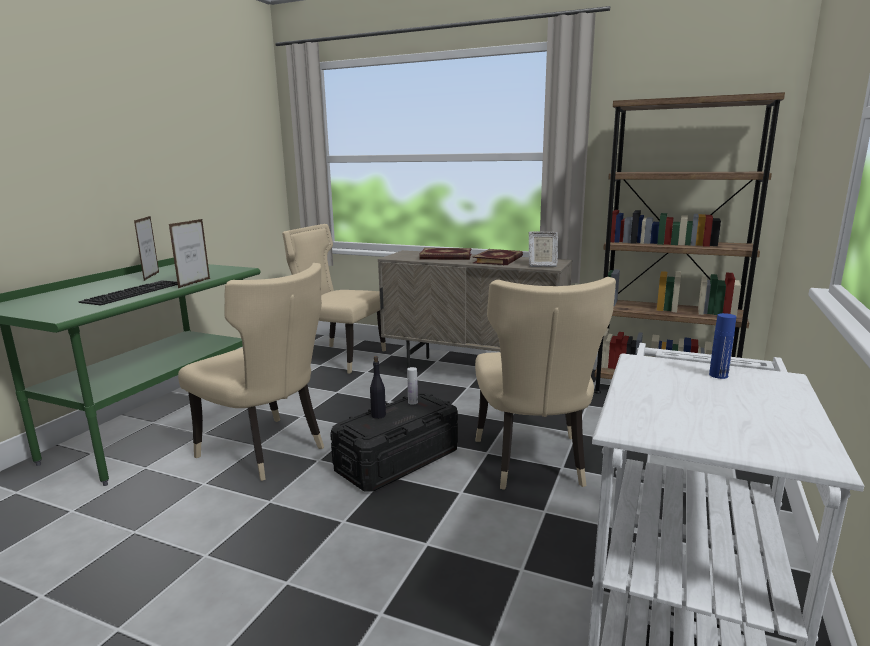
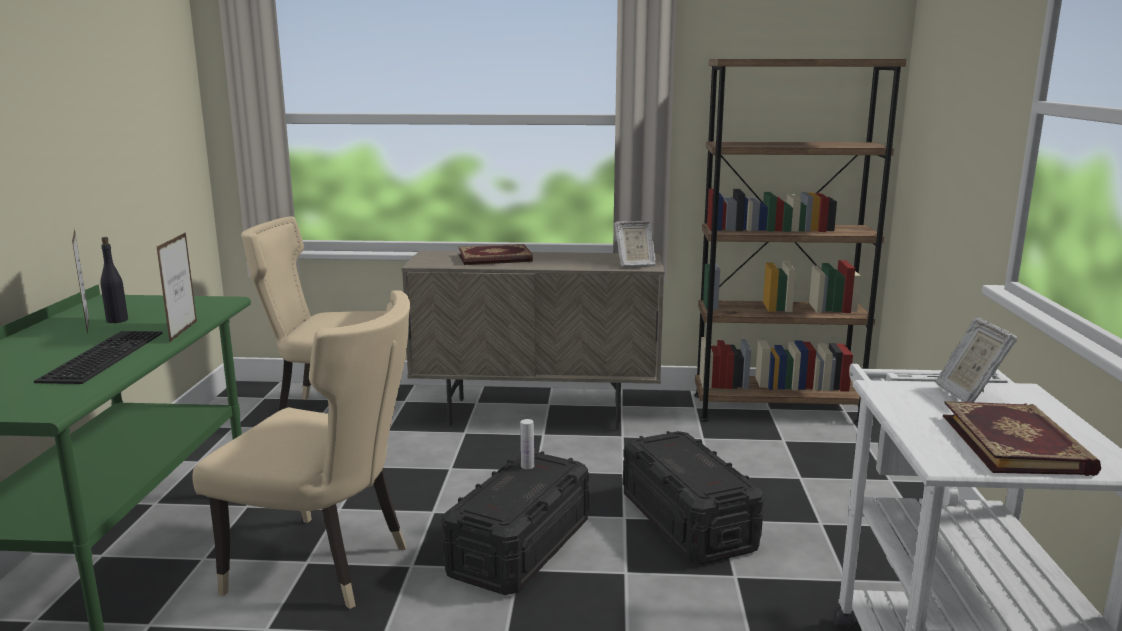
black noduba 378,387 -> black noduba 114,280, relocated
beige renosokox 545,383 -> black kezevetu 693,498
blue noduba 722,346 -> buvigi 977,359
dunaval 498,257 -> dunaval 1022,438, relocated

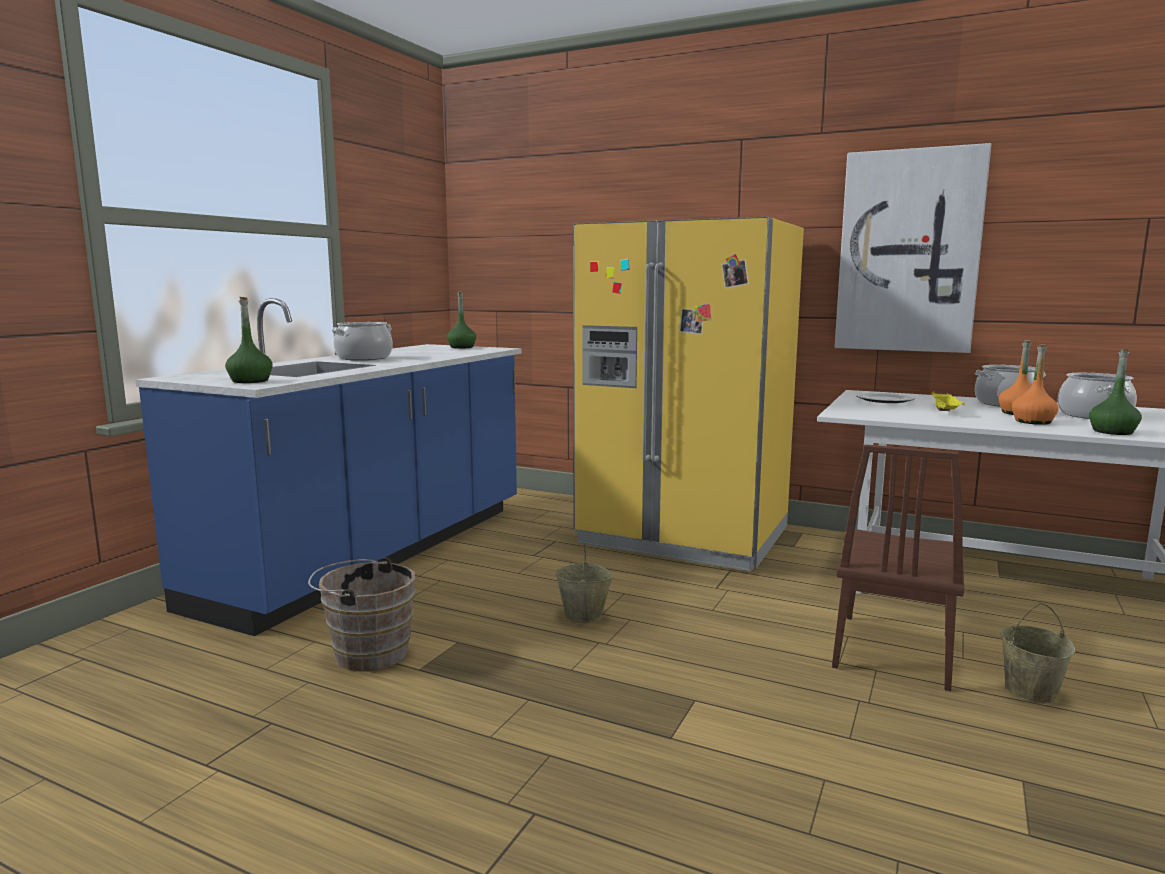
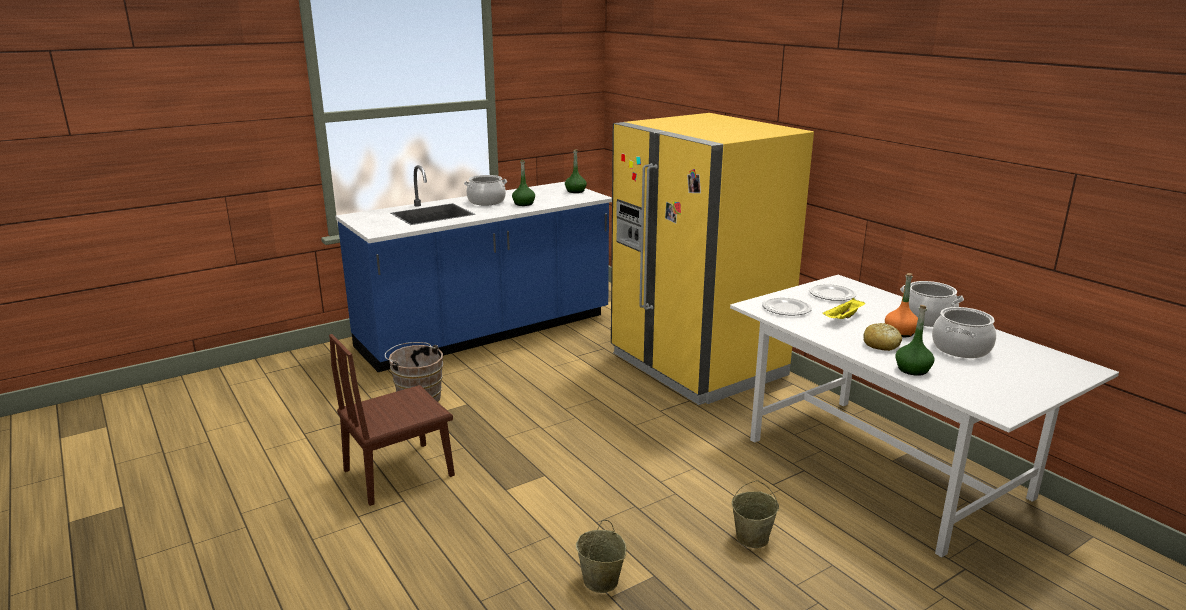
brown renosokox 898,568 -> brown renosokox 392,420, relocated
green noduba 249,340 -> green noduba 523,183, relocated
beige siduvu 584,582 -> beige siduvu 601,556, relocated
none -> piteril 787,306
orange noduba 1035,384 -> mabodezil 882,337
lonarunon 913,248 -> none

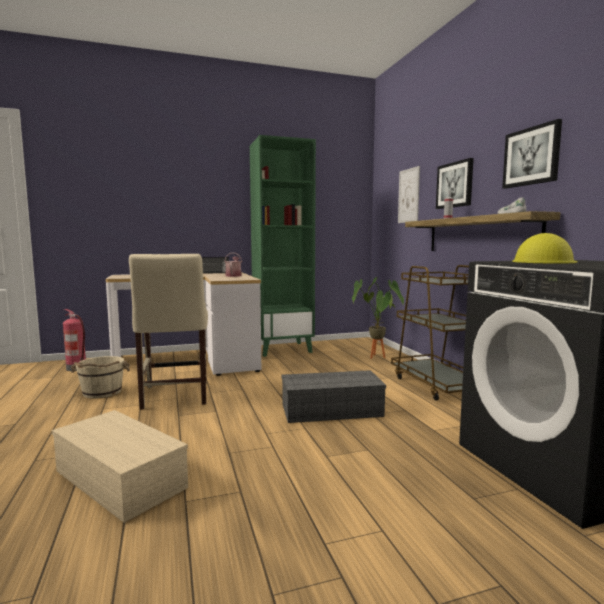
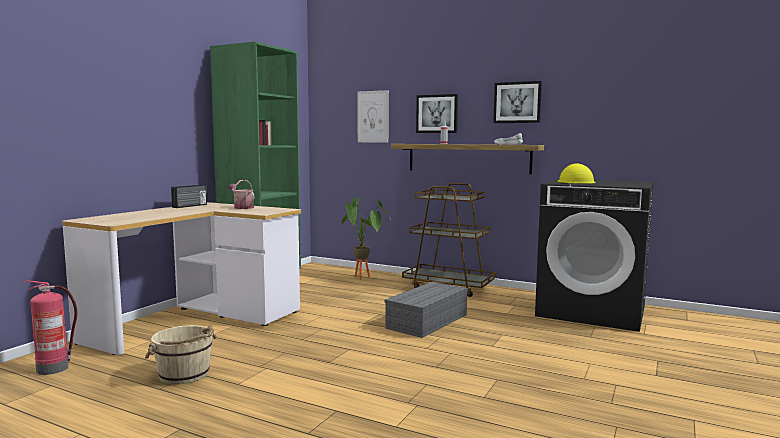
beige kezevetu 120,466 -> none
beige renosokox 168,332 -> none

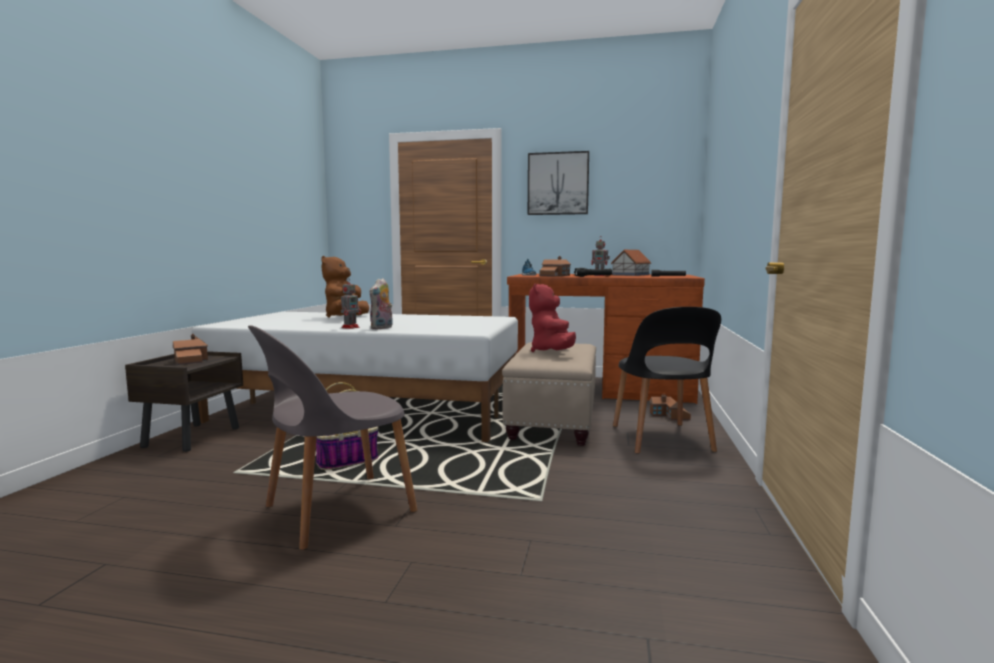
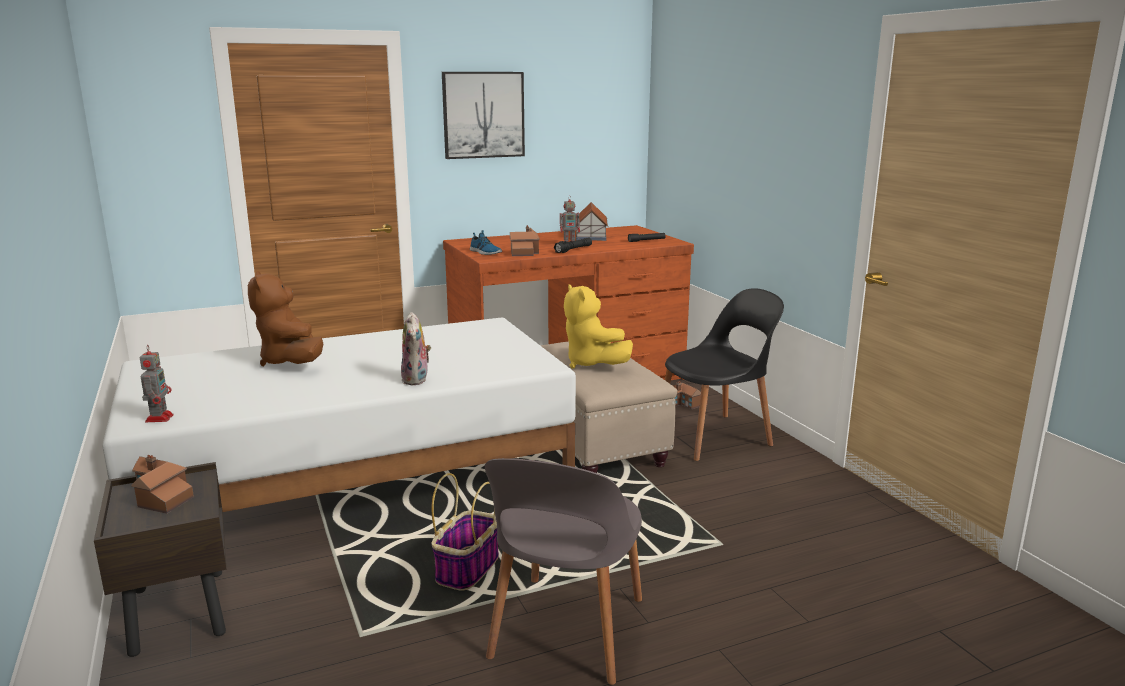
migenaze 351,303 -> migenaze 157,383, relocated
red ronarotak 552,318 -> yellow ronarotak 598,326
black renosokox 667,380 -> black renosokox 724,374, 75 degrees counterclockwise

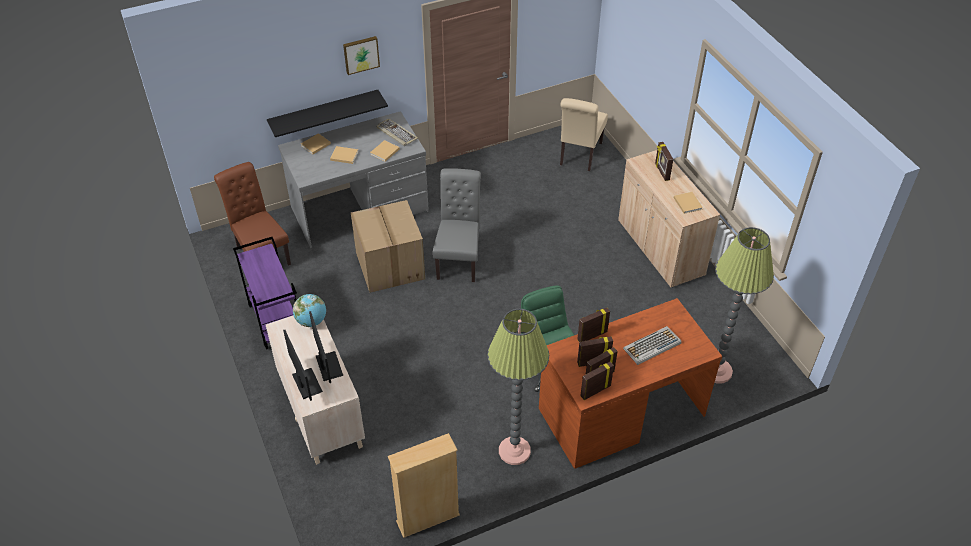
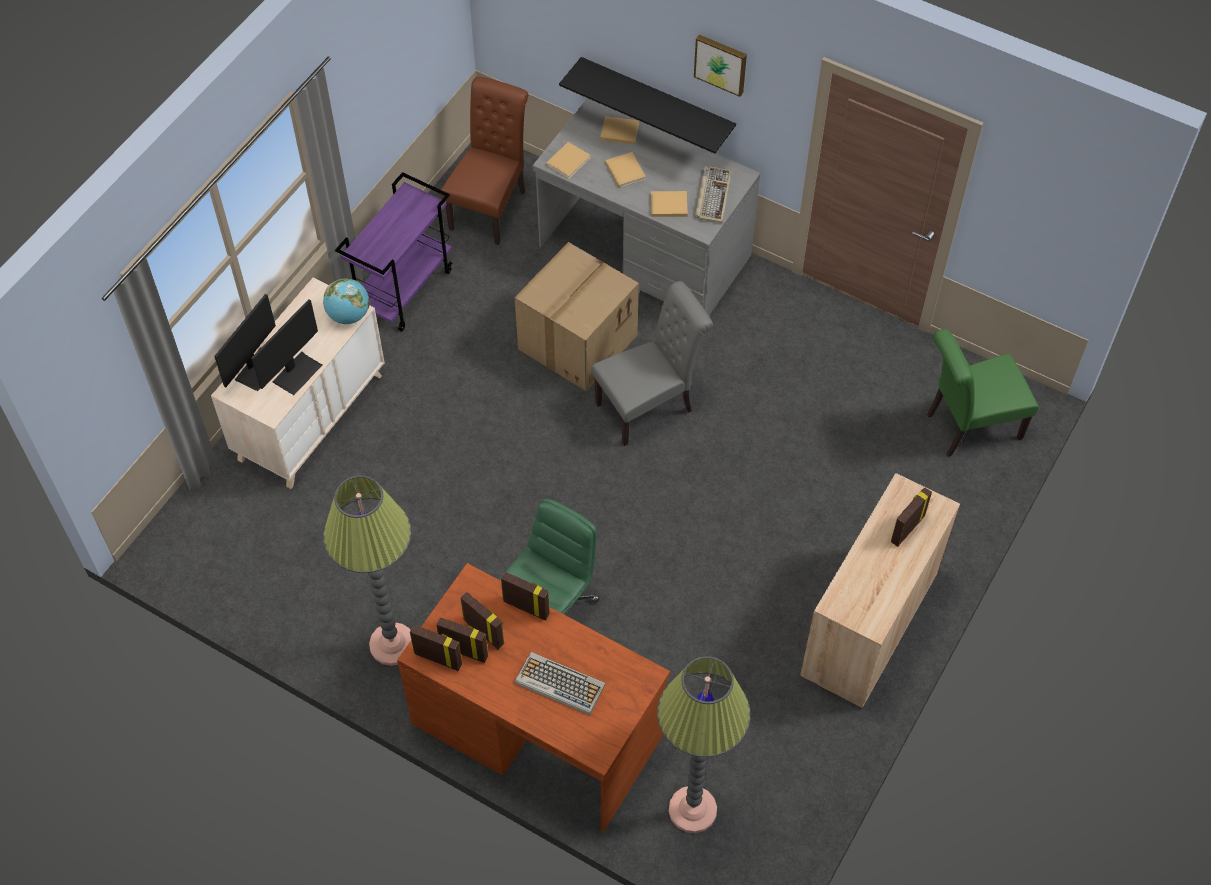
beige dunaval 688,203 -> beige dunaval 568,160, relocated
beige renosokox 584,134 -> green renosokox 983,393
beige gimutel 424,485 -> none

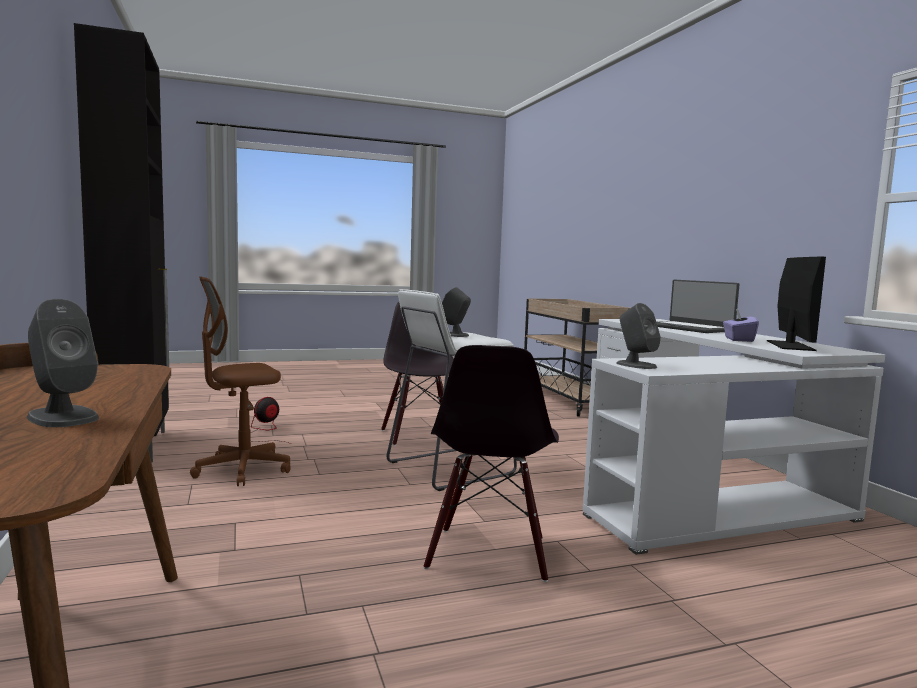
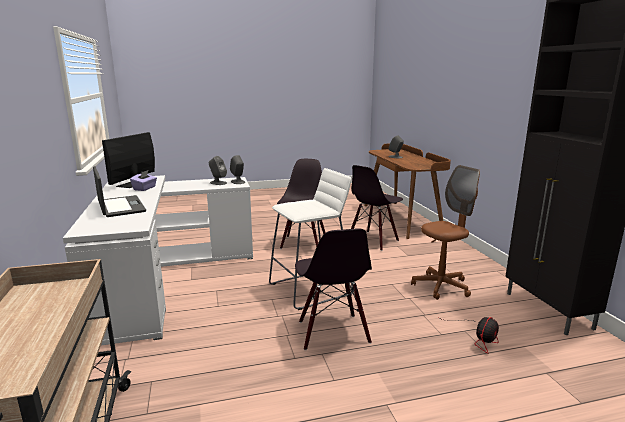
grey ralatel 456,312 -> grey ralatel 218,170, relocated
none -> black renosokox 377,208

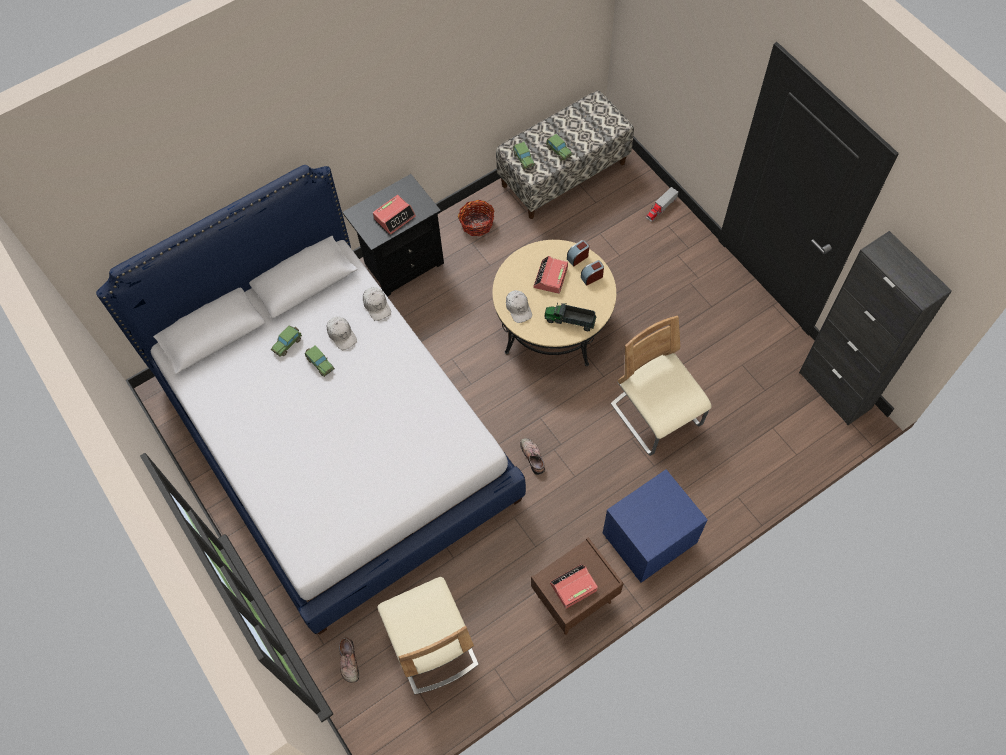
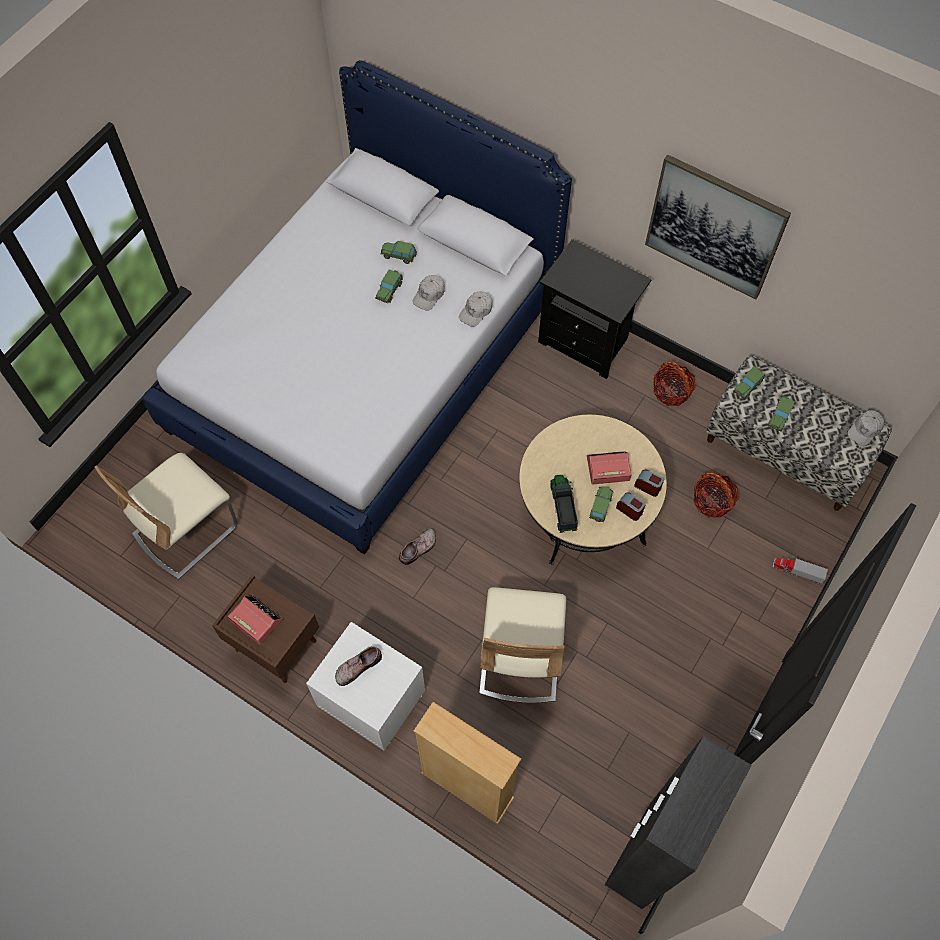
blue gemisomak 655,526 -> white gemisomak 365,686
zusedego 349,660 -> zusedego 358,666, relocated
none -> beige gimutel 467,763
beige renosokox 661,386 -> beige renosokox 522,645, 150 degrees clockwise
none -> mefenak 601,504
none -> lonarunon 718,227
none -> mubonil 716,494
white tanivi 519,306 -> white tanivi 865,428, relocated
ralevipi 394,215 -> none

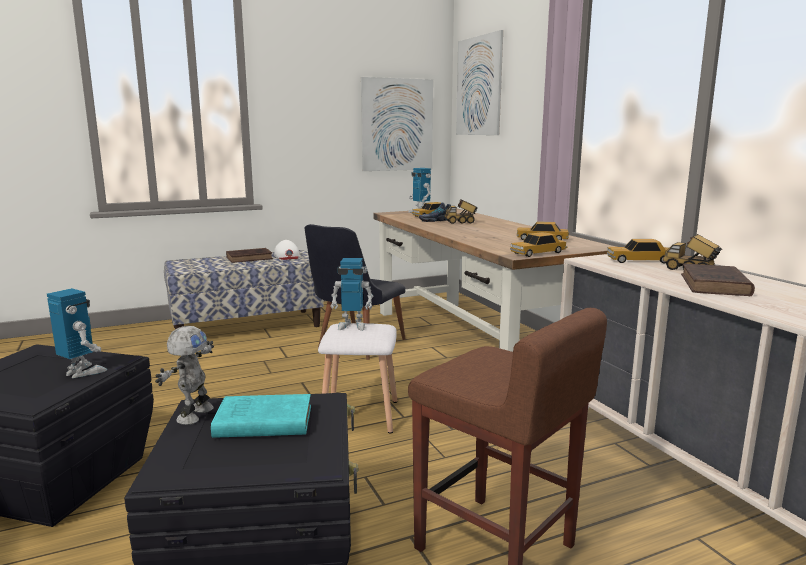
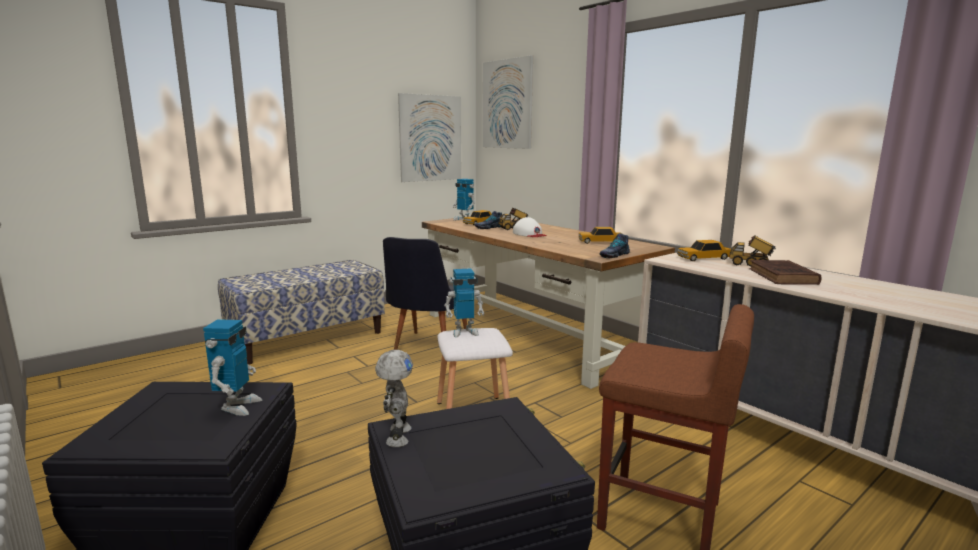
migenaze 77,333 -> migenaze 232,367, 75 degrees clockwise
white tanivi 287,250 -> white tanivi 530,227, relocated
mefenak 538,244 -> zusedego 615,246
turquoise dunaval 261,416 -> none
brown dunaval 249,255 -> none

